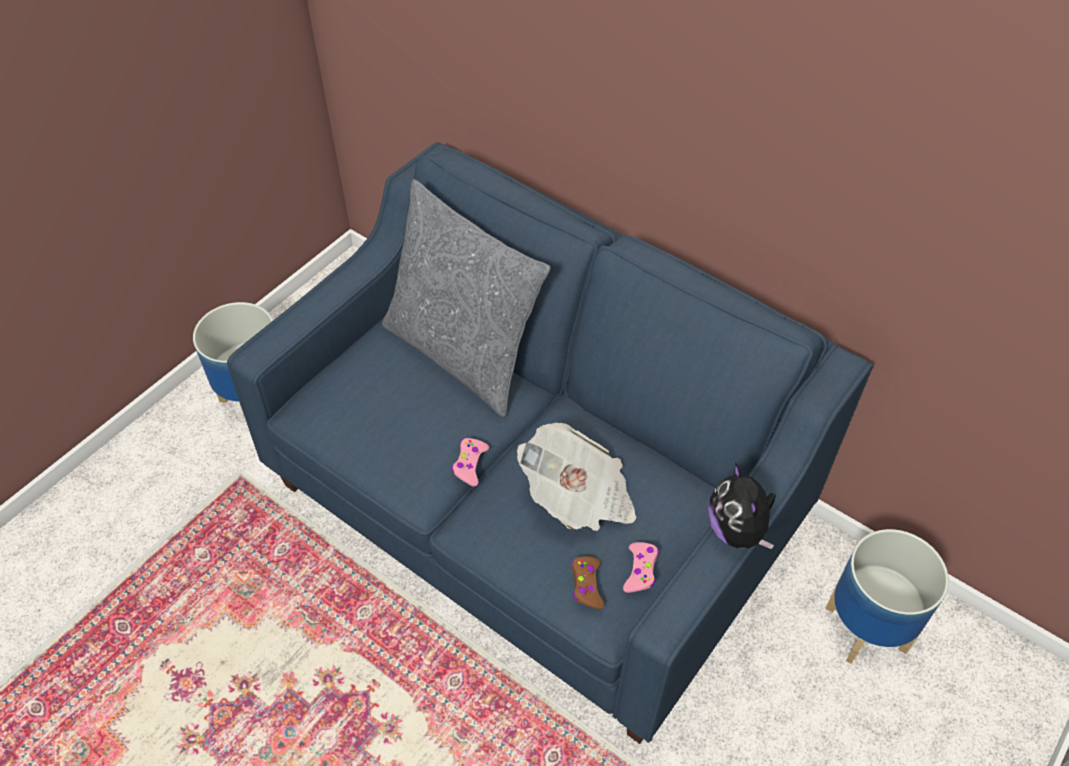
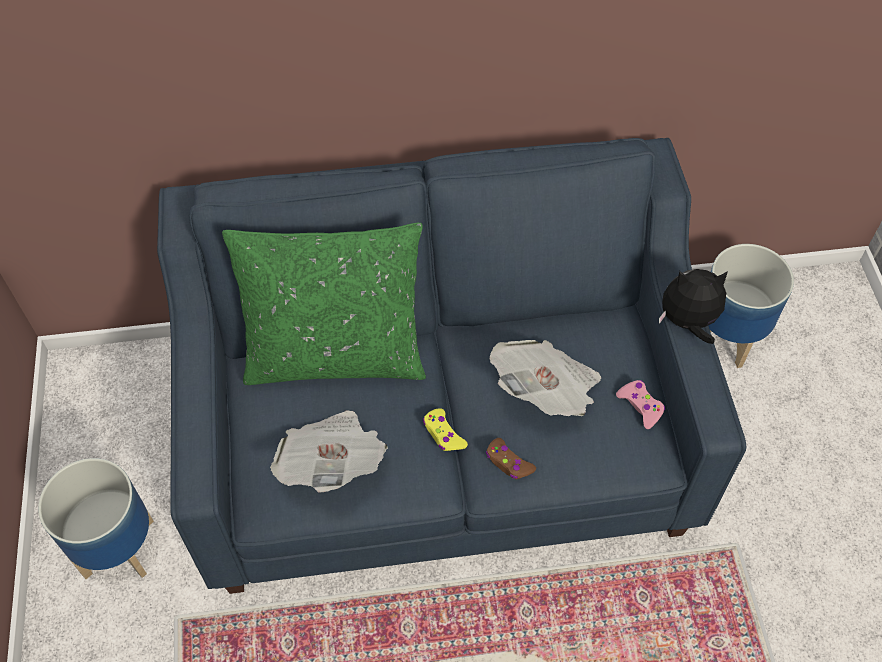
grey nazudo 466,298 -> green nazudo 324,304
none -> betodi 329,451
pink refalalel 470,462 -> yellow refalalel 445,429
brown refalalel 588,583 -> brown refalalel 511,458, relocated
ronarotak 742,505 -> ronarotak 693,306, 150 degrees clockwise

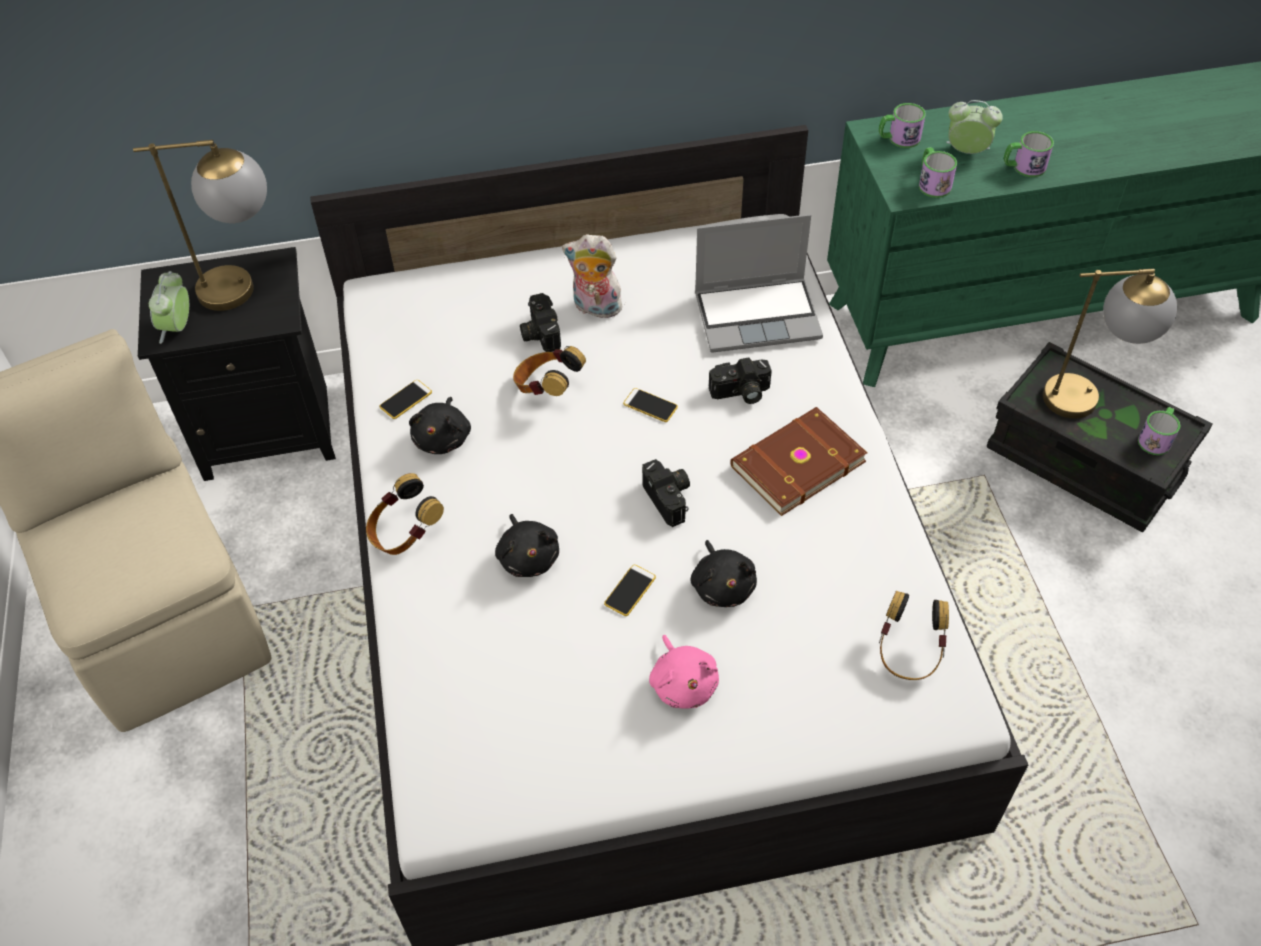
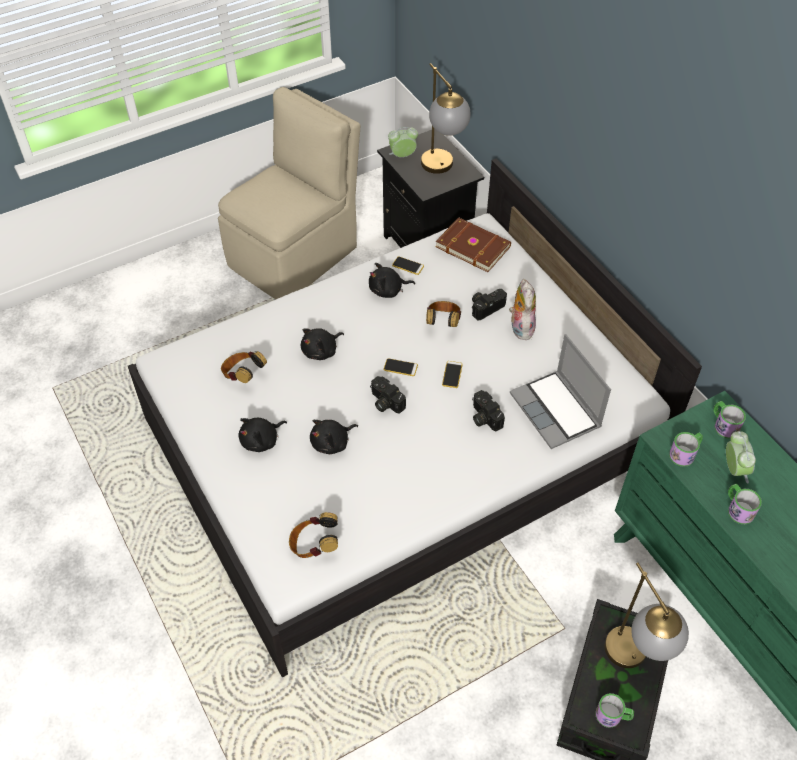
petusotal 405,514 -> petusotal 244,367, relocated
pink ronarotak 684,672 -> black ronarotak 262,435
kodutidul 666,493 -> kodutidul 388,395, 90 degrees clockwise
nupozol 630,590 -> nupozol 400,367, relocated
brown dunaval 799,461 -> brown dunaval 473,244, relocated

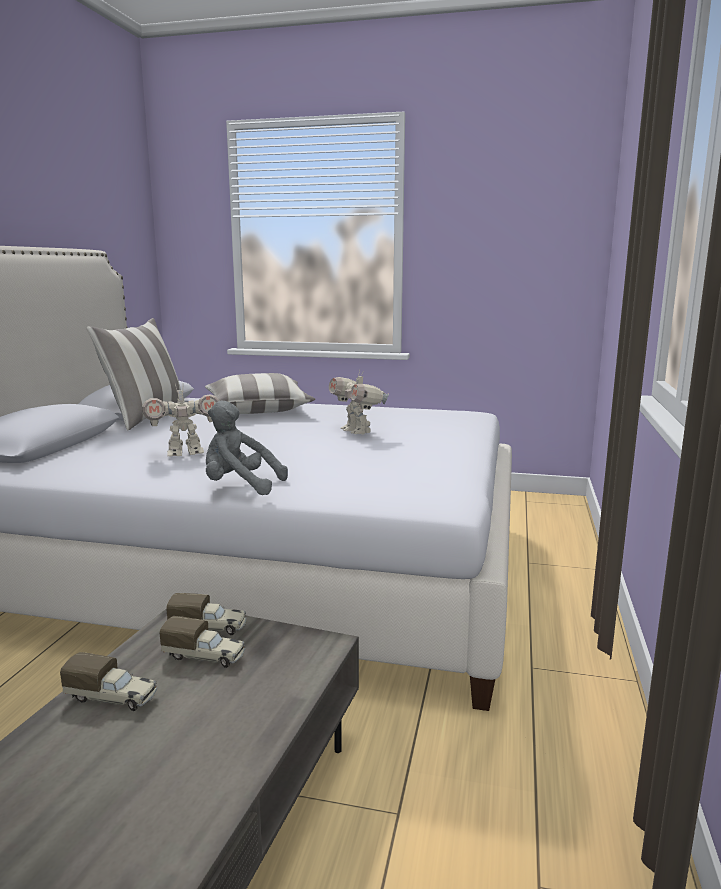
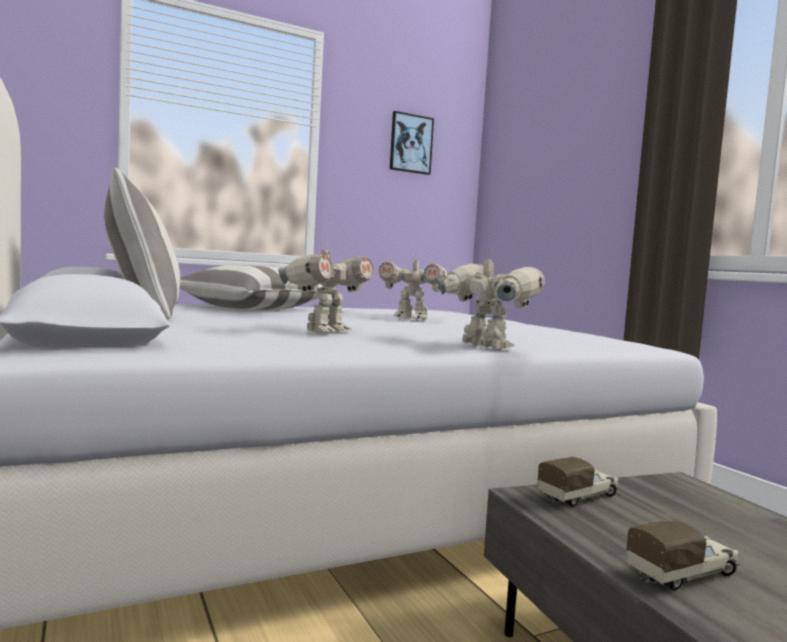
none -> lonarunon 412,143
grey ronarotak 247,447 -> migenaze 491,299
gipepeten 202,642 -> none

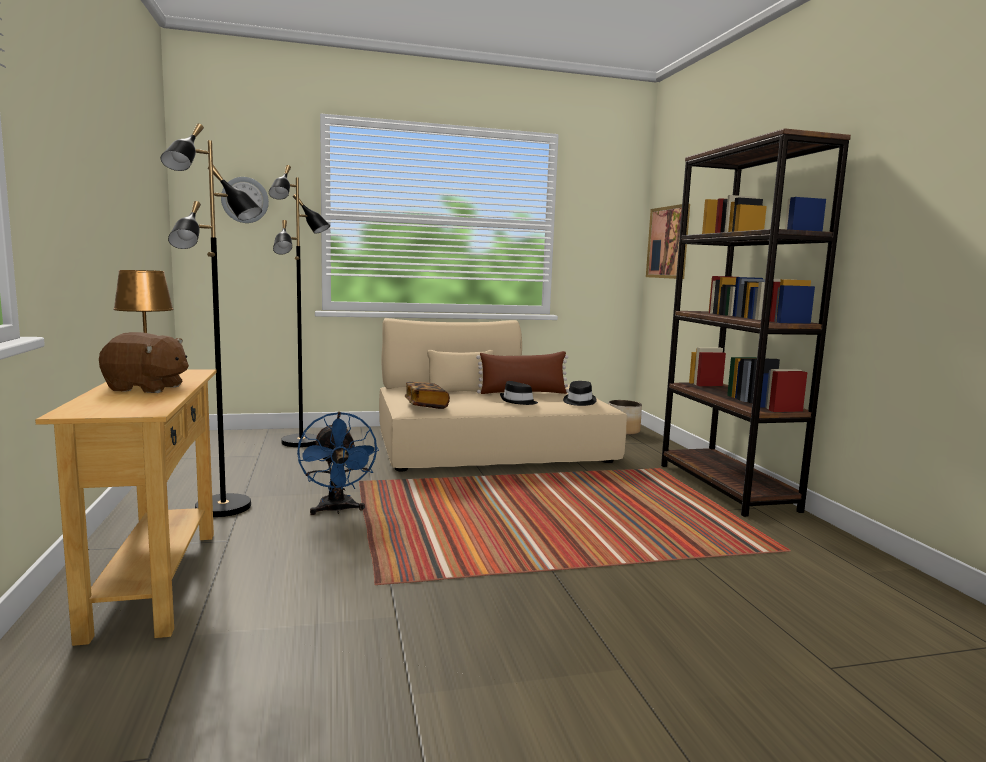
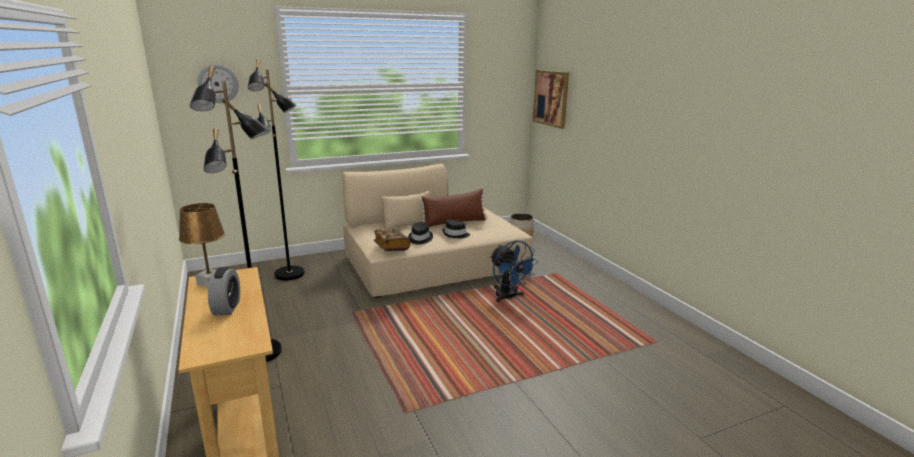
brown ronarotak 144,362 -> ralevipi 224,291
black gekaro 580,393 -> black gekaro 420,233, relocated
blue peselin 338,463 -> blue peselin 514,271, relocated
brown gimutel 756,322 -> none

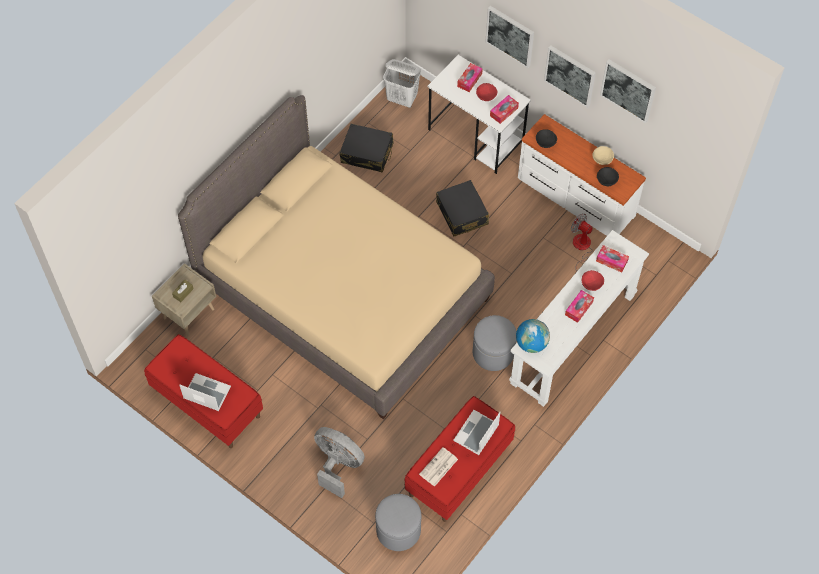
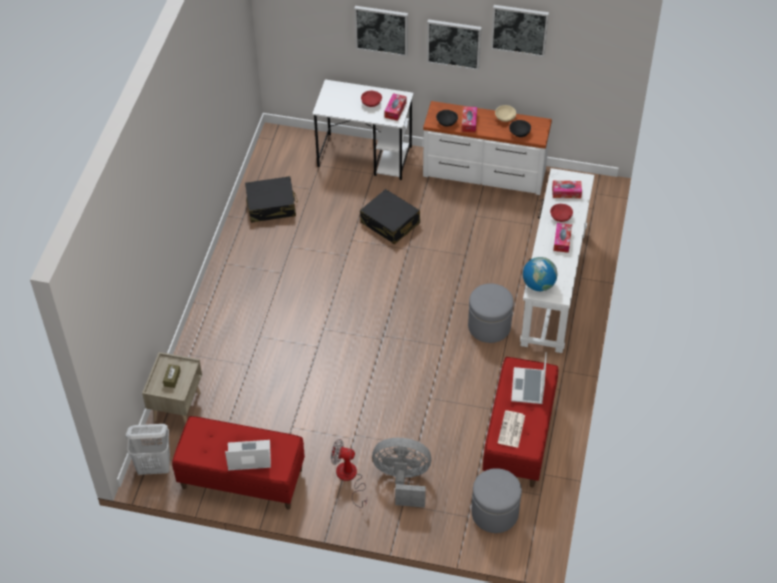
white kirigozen 402,83 -> white kirigozen 148,449, relocated
peselin 582,242 -> peselin 349,473, relocated
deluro 470,77 -> deluro 469,119, relocated
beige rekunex 336,257 -> none

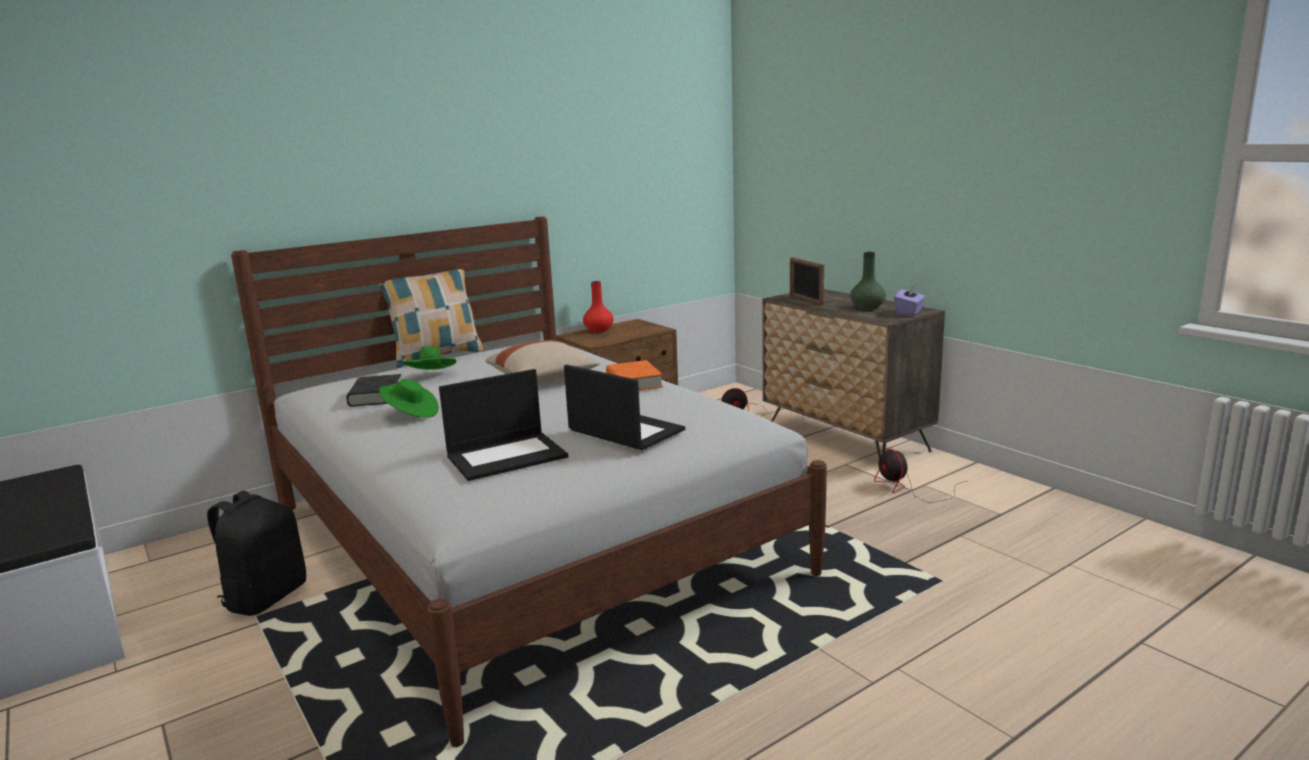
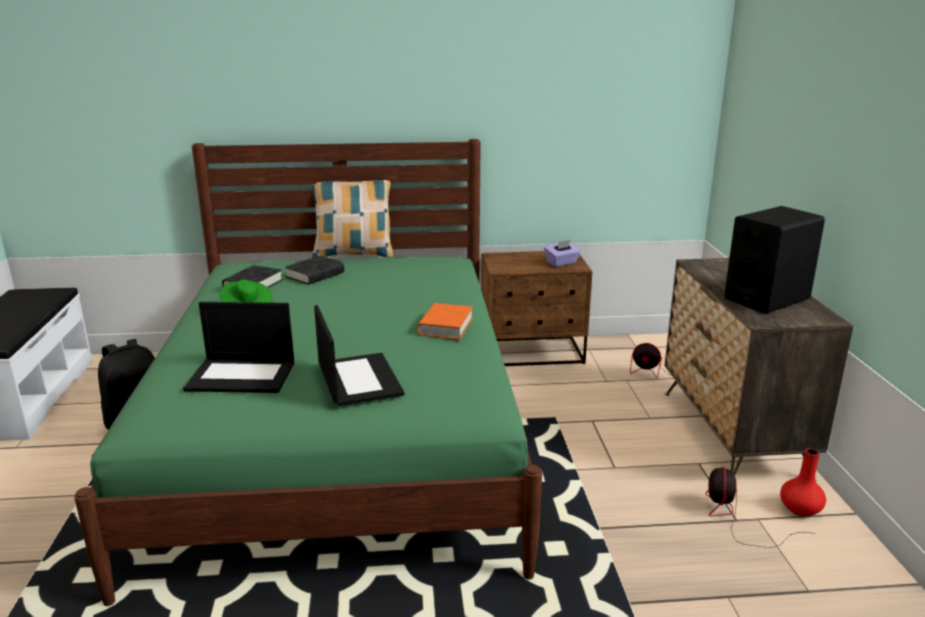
white rekunex 529,481 -> green rekunex 308,372
green gekaro 429,358 -> black dunaval 314,270
purple deluro 909,300 -> purple deluro 562,253, relocated
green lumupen 868,281 -> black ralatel 774,260
red lumupen 598,307 -> red lumupen 803,482, relocated
beige nazudo 542,362 -> none
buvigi 807,281 -> none

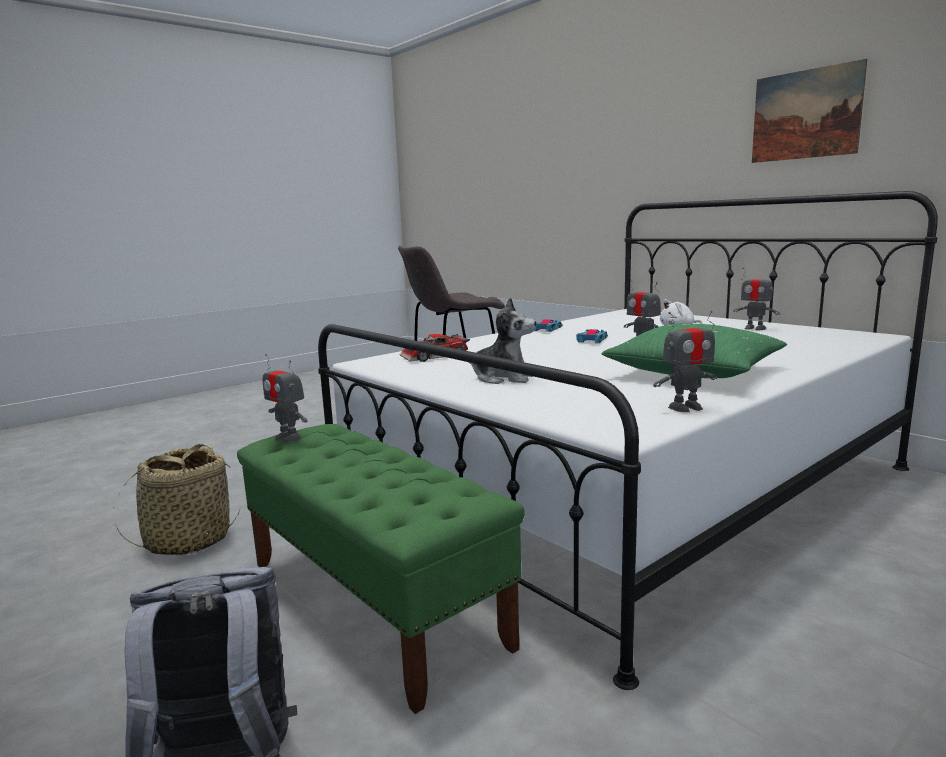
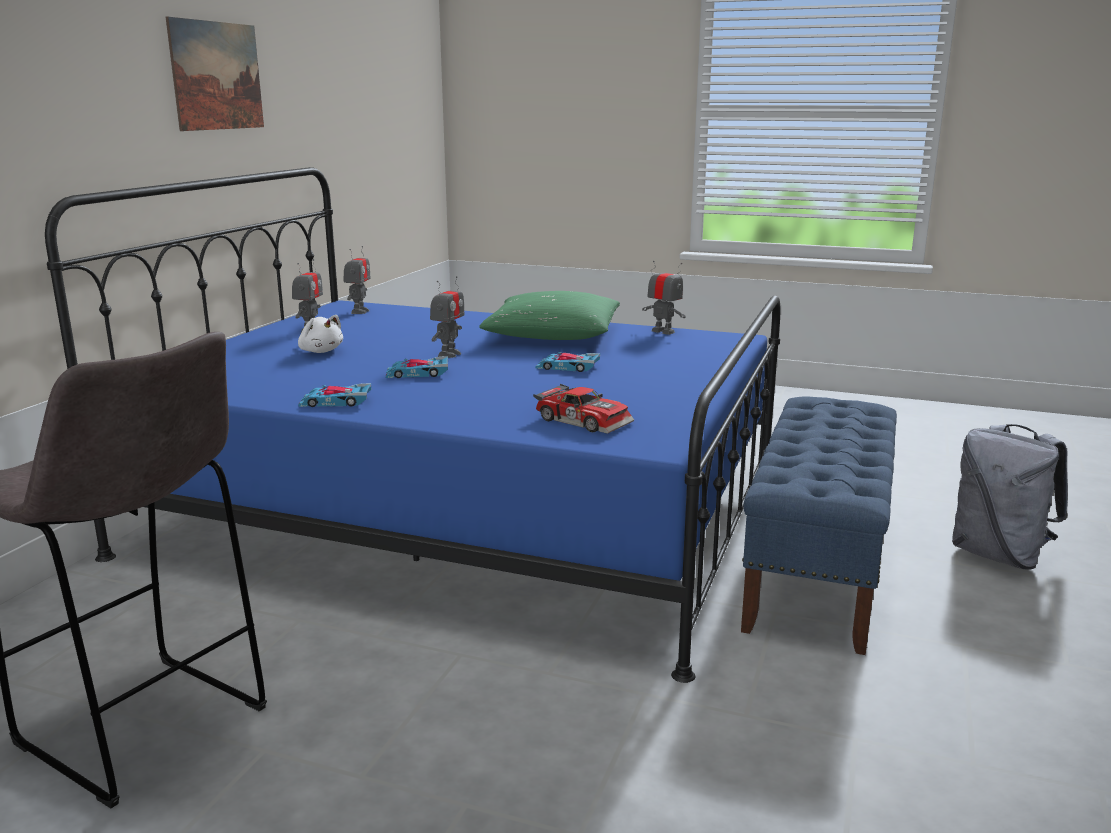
white rekunex 628,440 -> blue rekunex 412,425
migenaze 285,398 -> migenaze 357,280, relocated
none -> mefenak 567,362
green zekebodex 381,569 -> blue zekebodex 819,525
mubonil 176,499 -> none
ronarotak 499,341 -> none

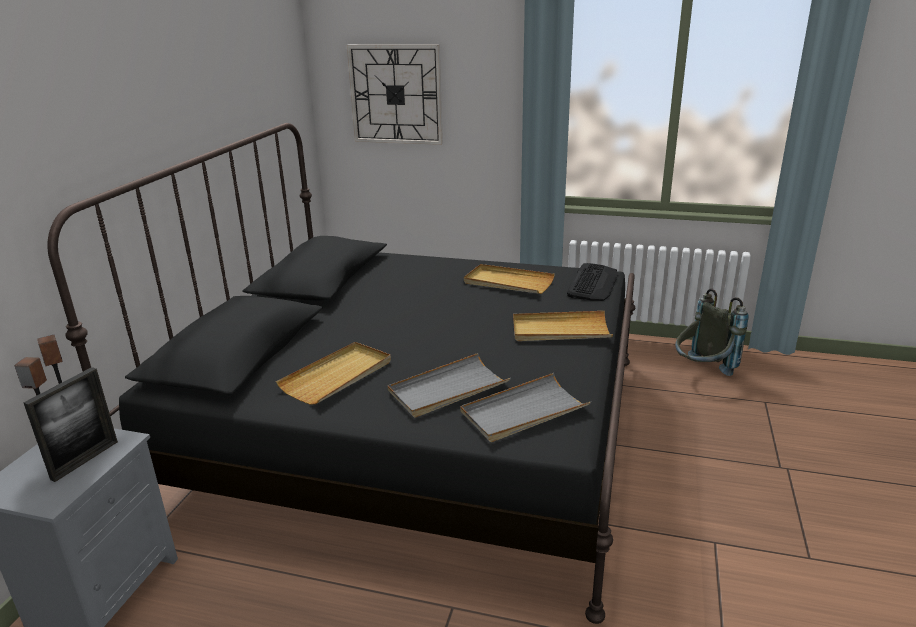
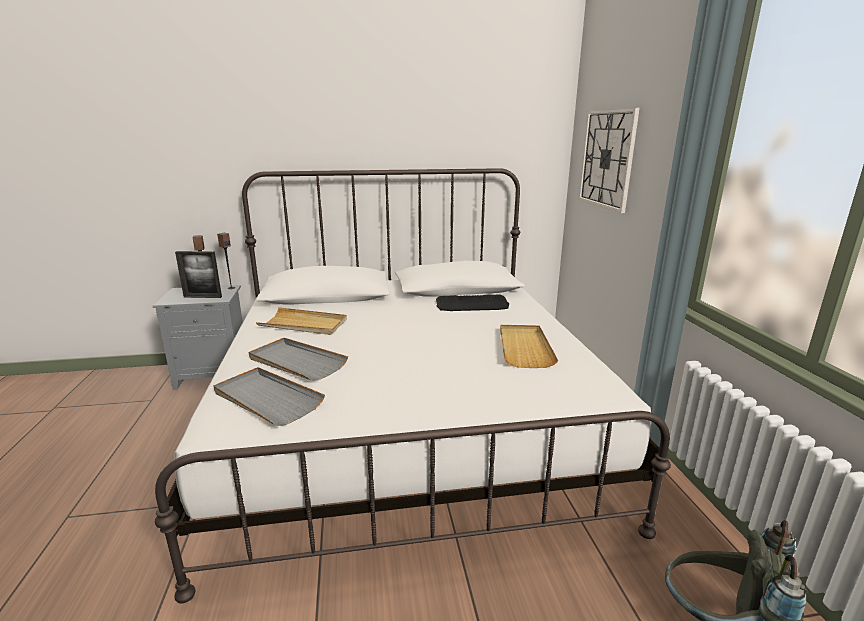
black rekunex 341,373 -> white rekunex 413,385
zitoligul 592,282 -> zitoligul 472,303, relocated
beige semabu 563,326 -> none

